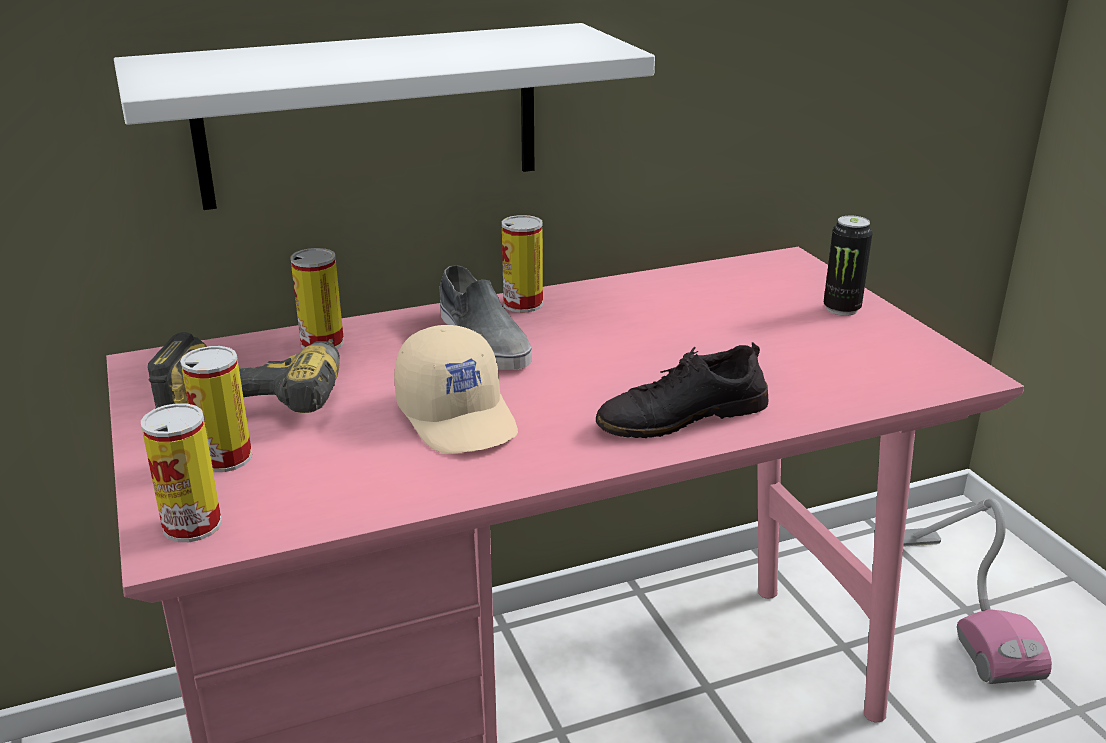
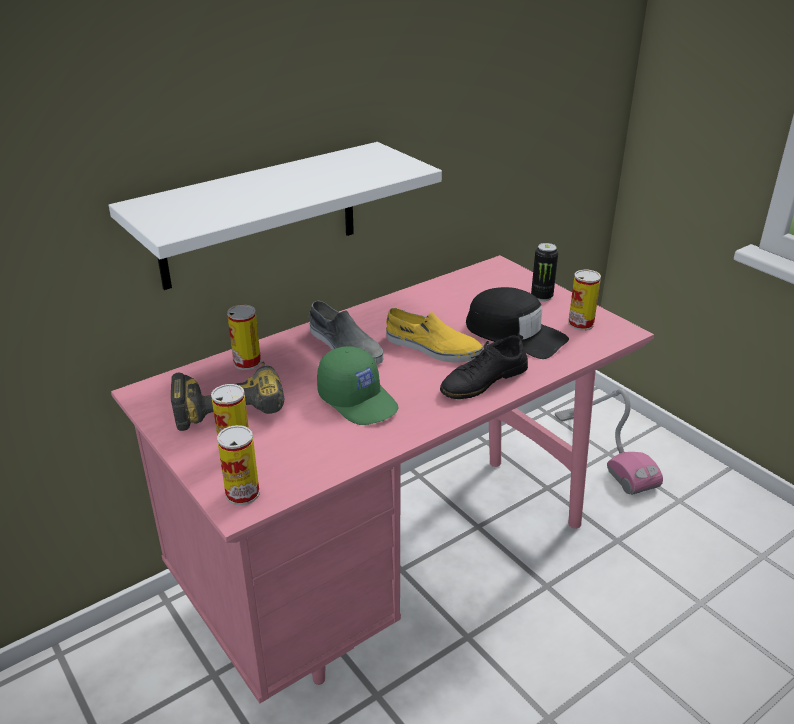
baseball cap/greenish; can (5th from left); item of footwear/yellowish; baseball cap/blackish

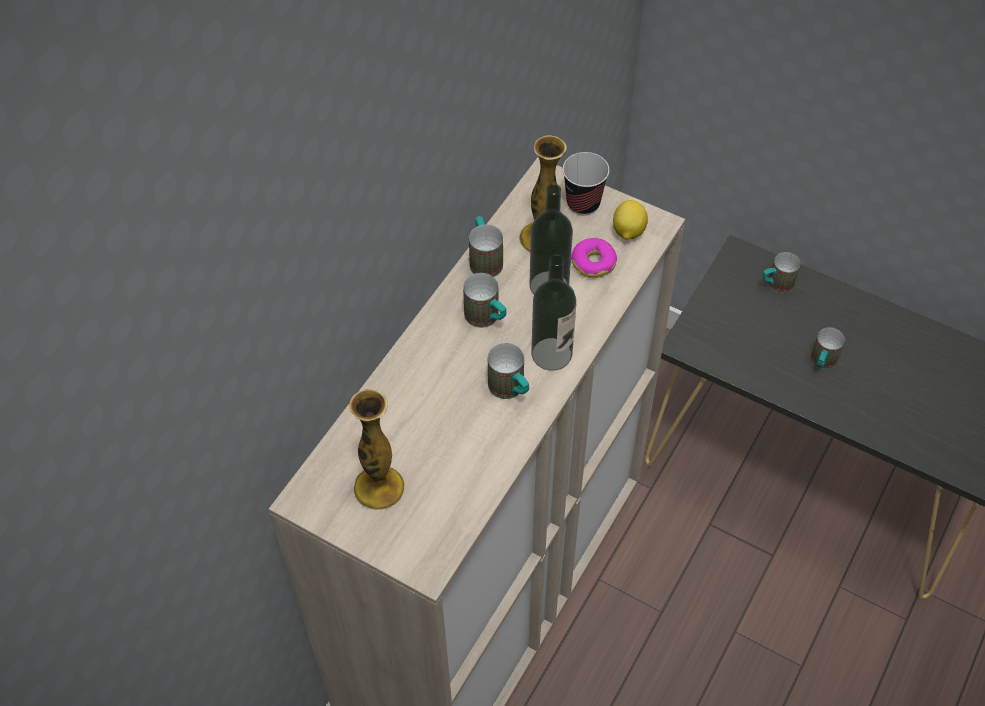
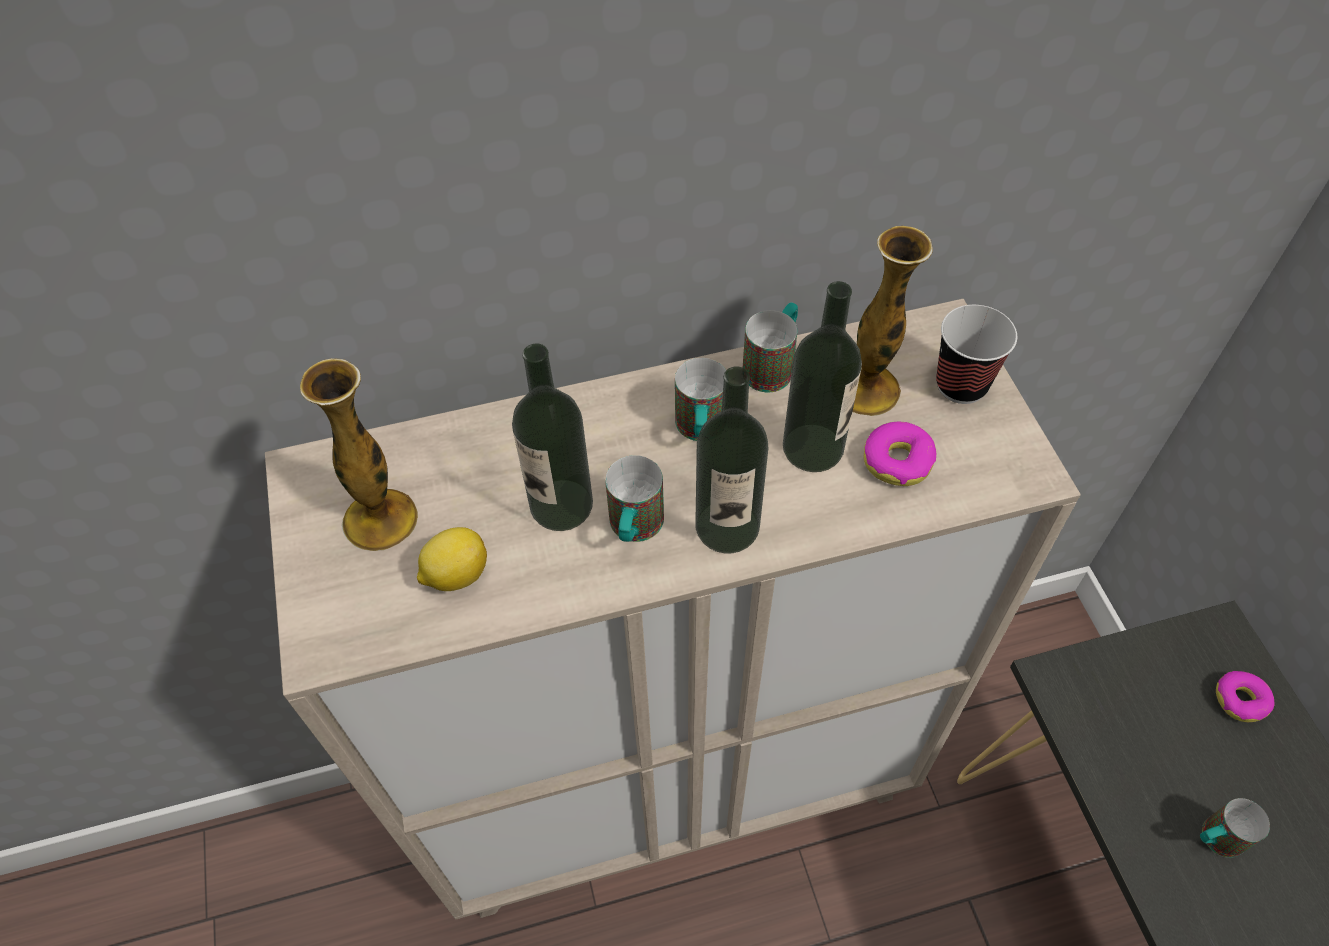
citrus fruit; doughnut (2nd from left); bottle (1st from left)

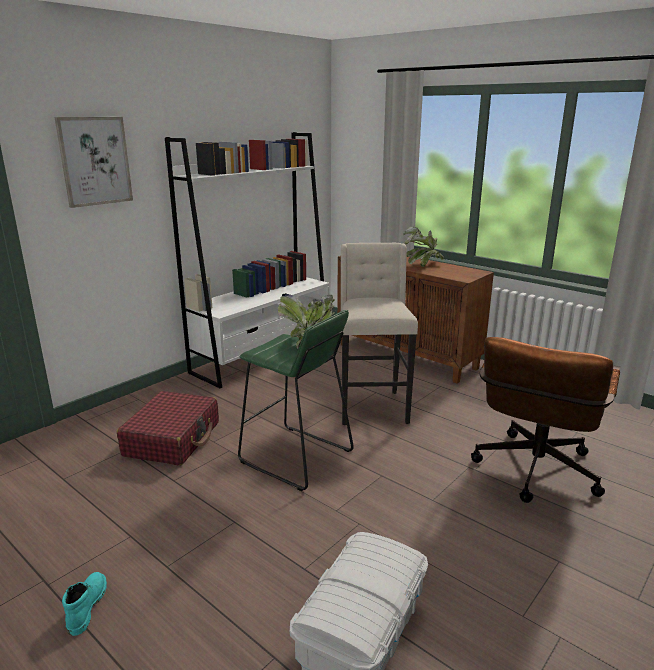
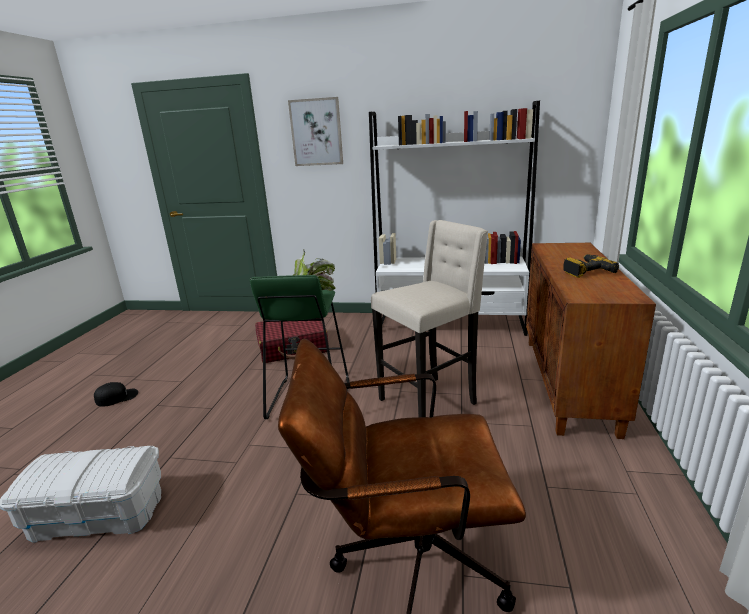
baseball cap/blackish; drill

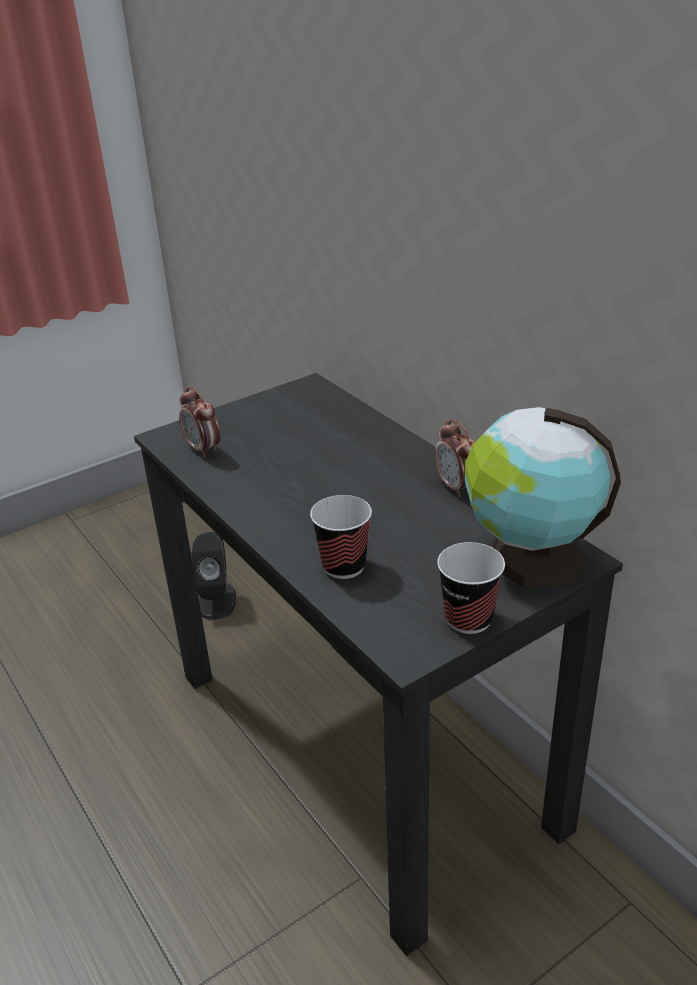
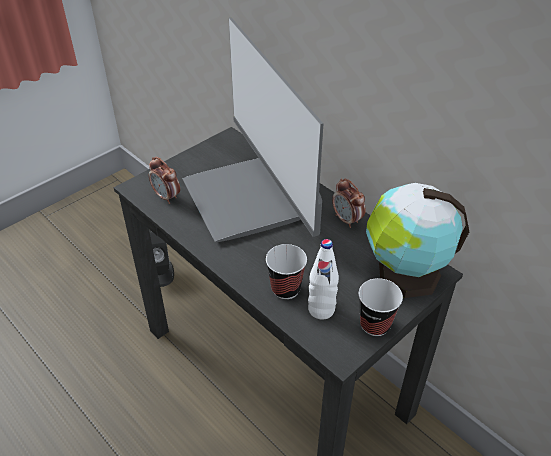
computer screen; bottle/whitish

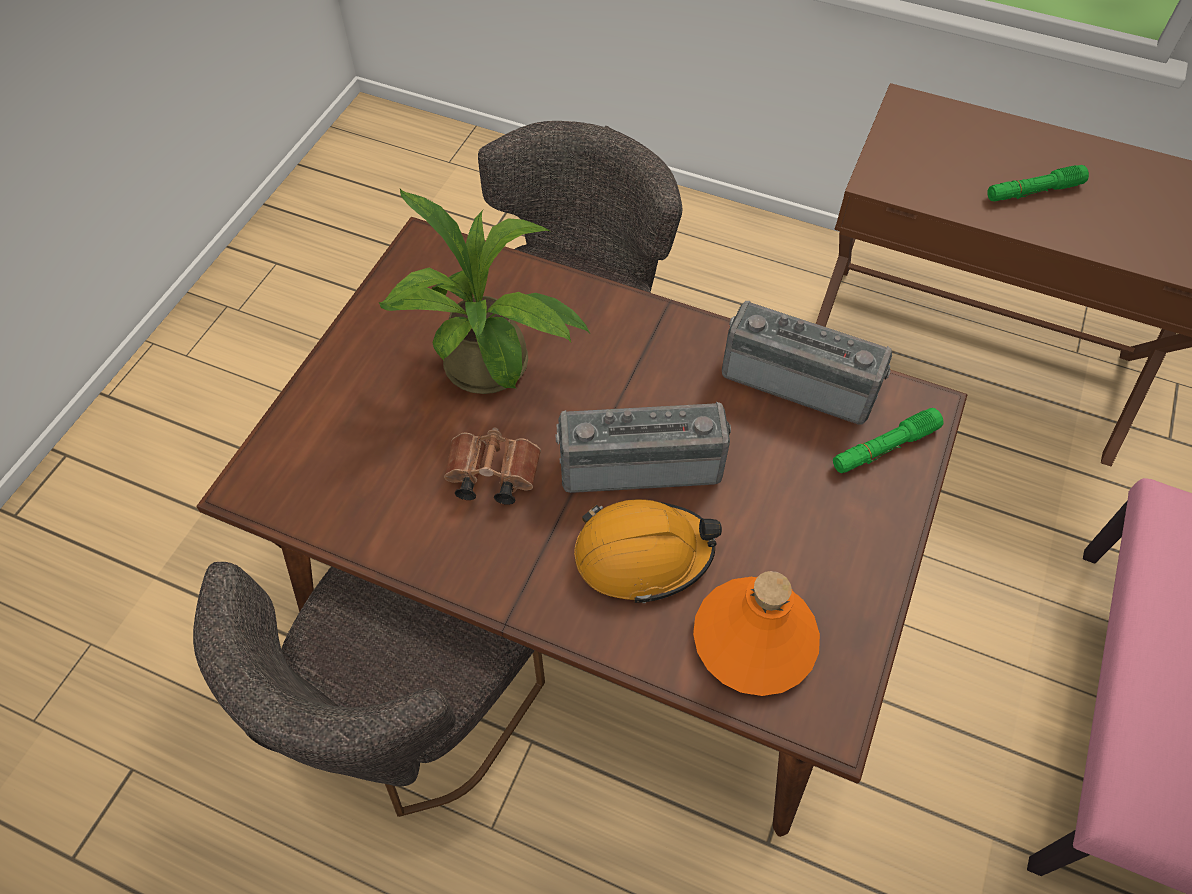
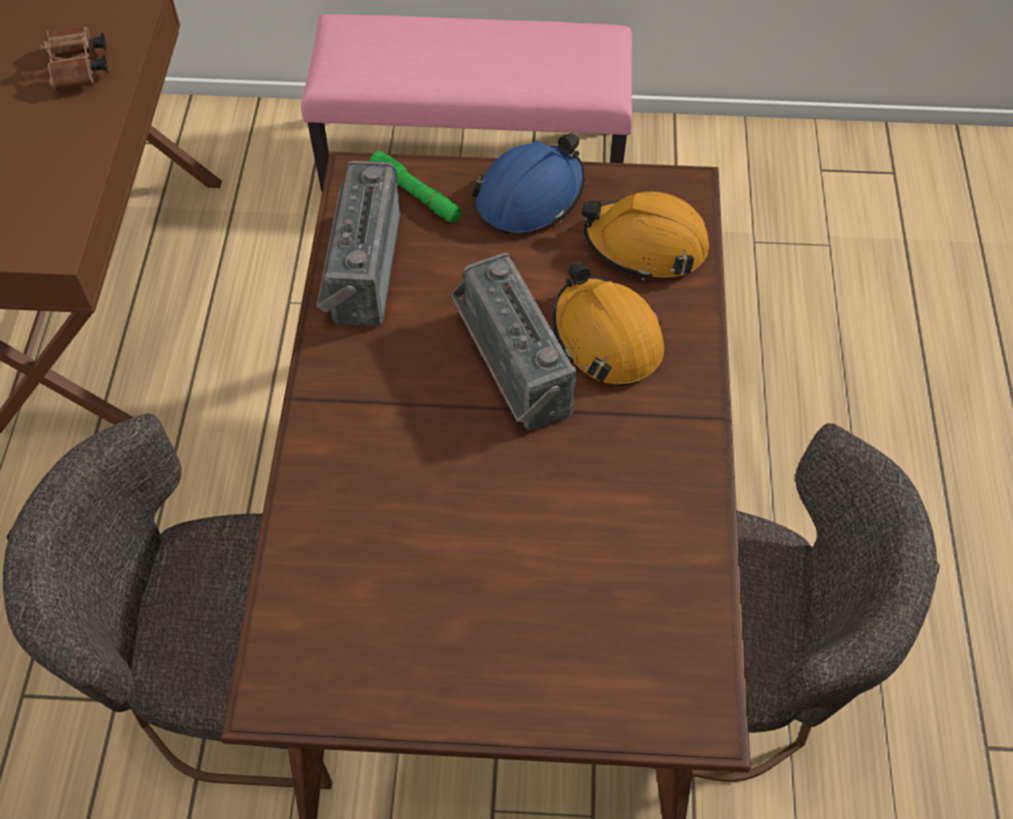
plant in a pot; pair of binoculars/brown; safety helmet/orange (2nd from left); torch/greenish (2nd from left in the first image); safety helmet/bluish

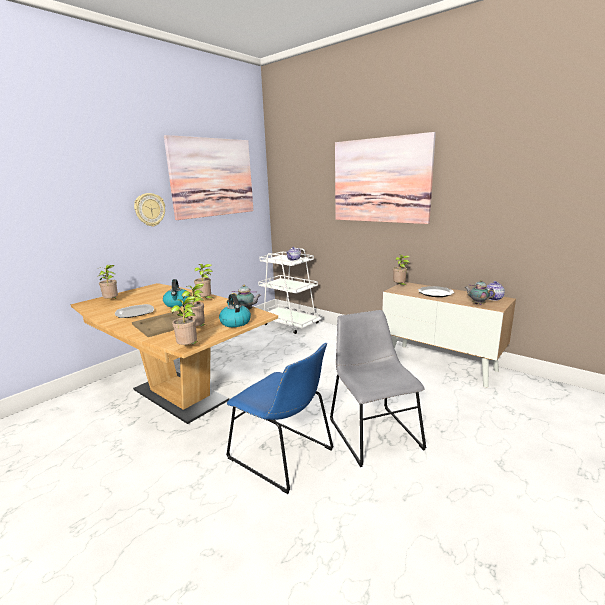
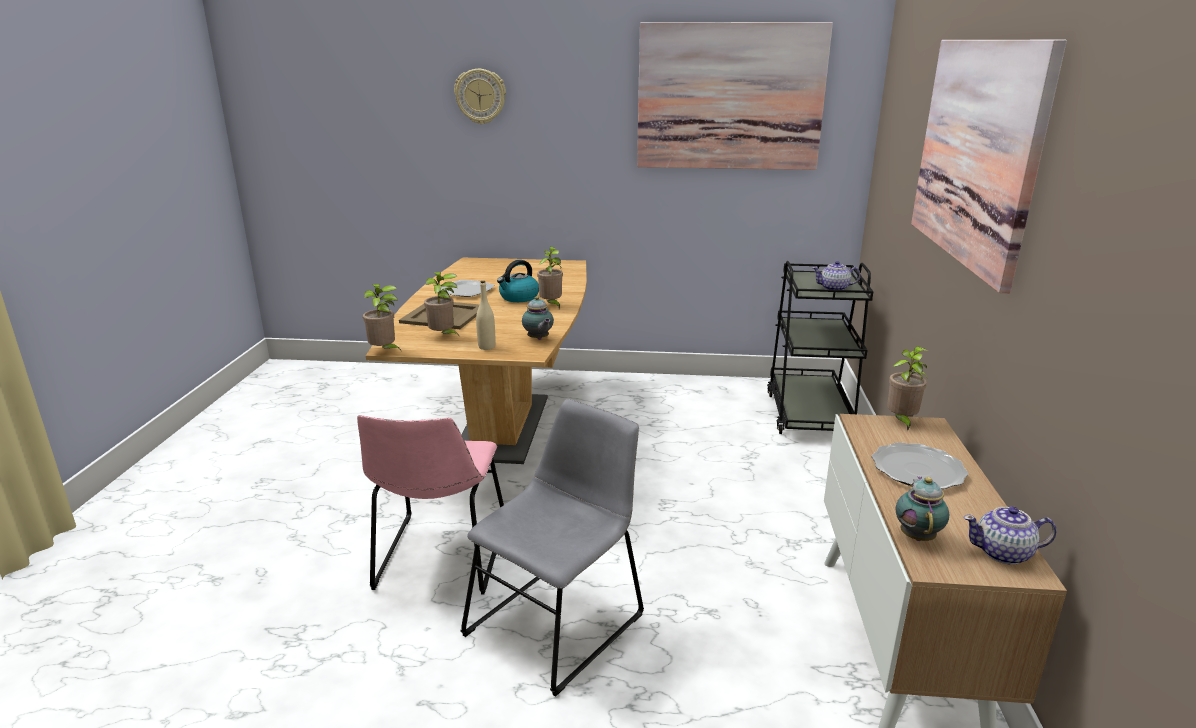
plant in a pot (1st from left in the first image); clock on the wall; bottle/beige-coloured; chair/pinkish; trolley/blackish

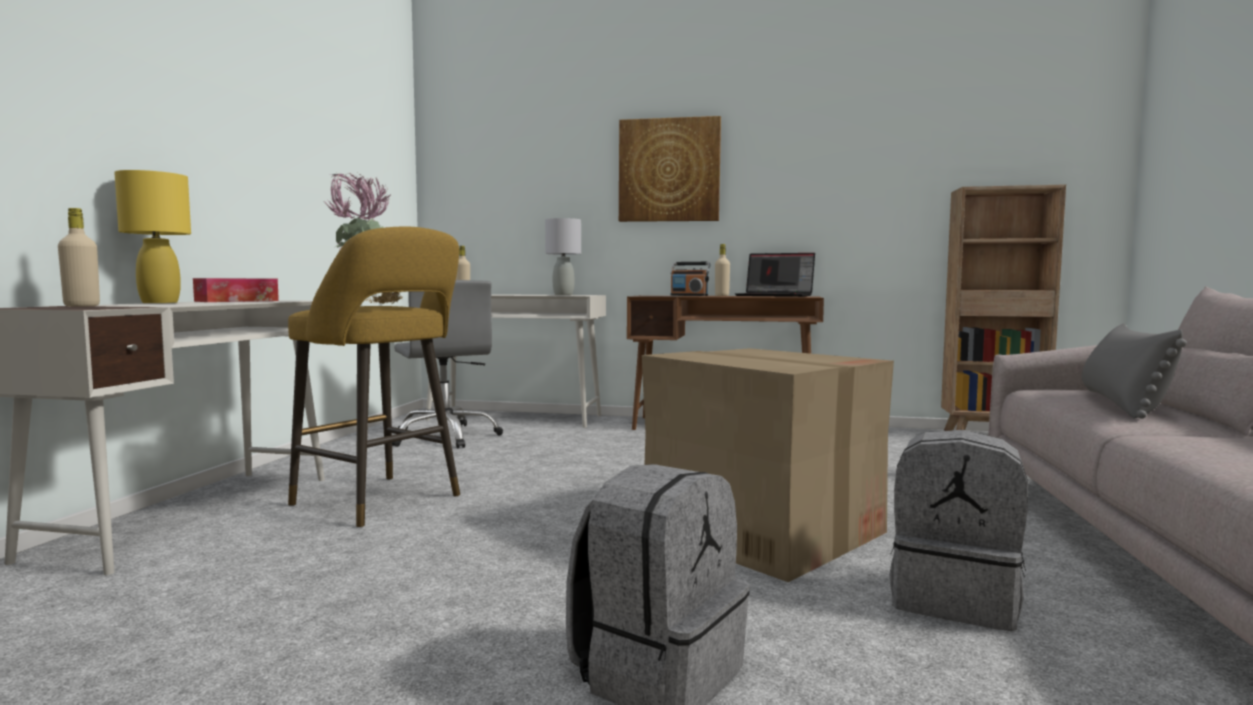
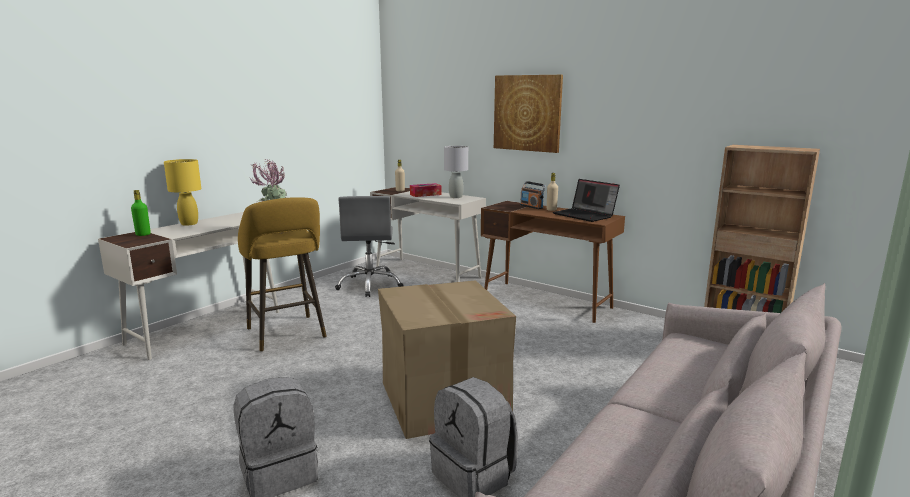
bottle/greenish; box of tissues; pillow/gray

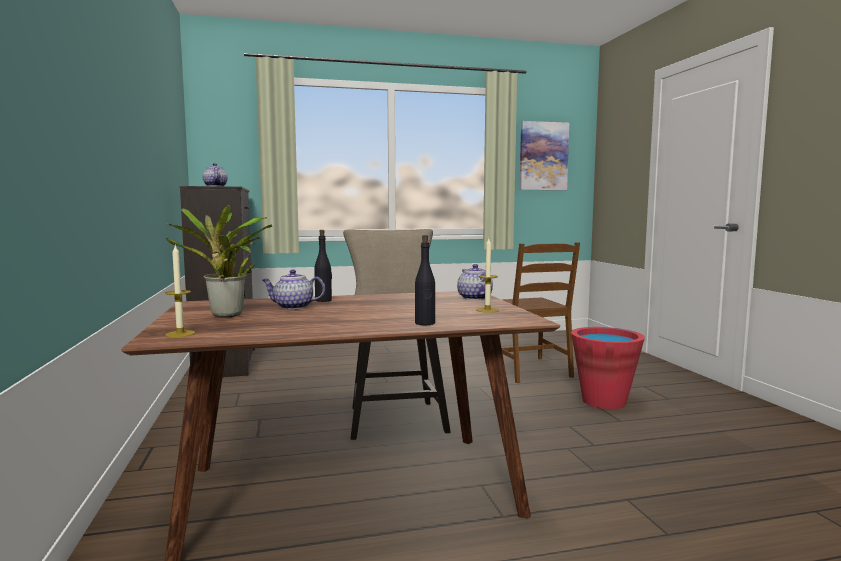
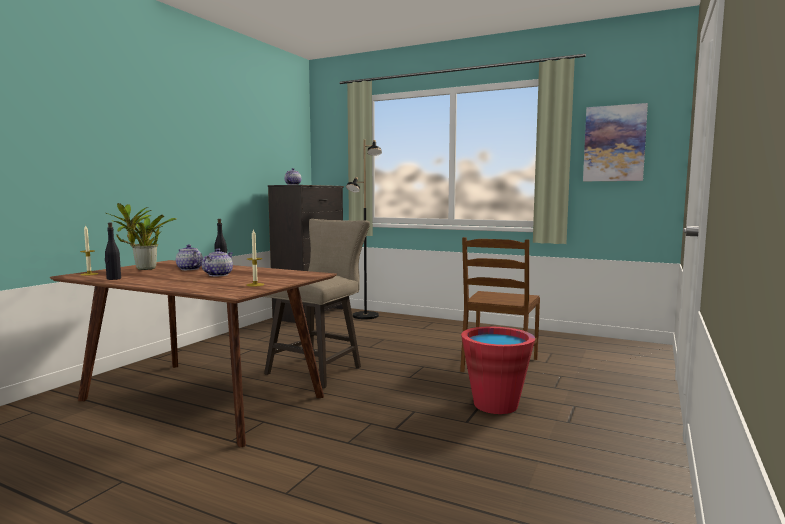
bottle/blackish (1st from left); teapot (2nd from left); floor lamp/blackish

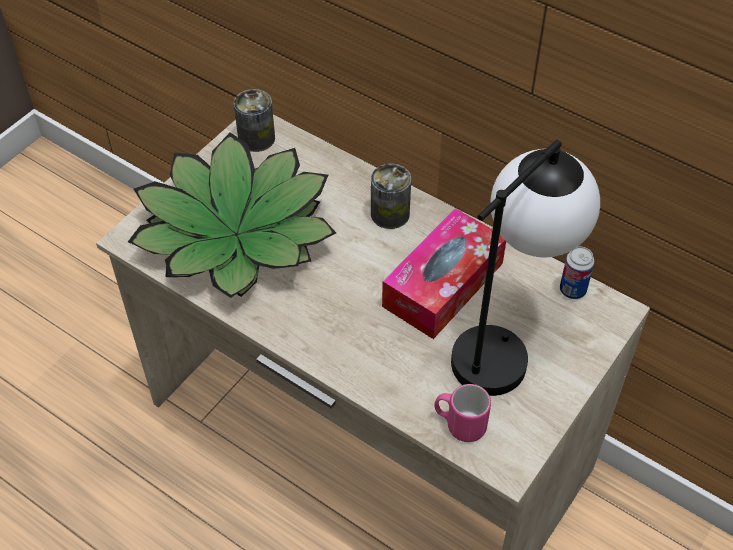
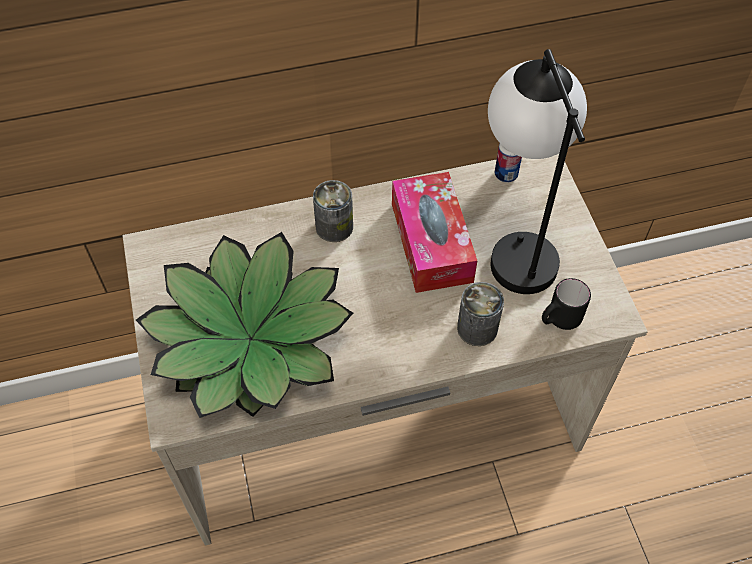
can (2nd from left); mug/blackish

